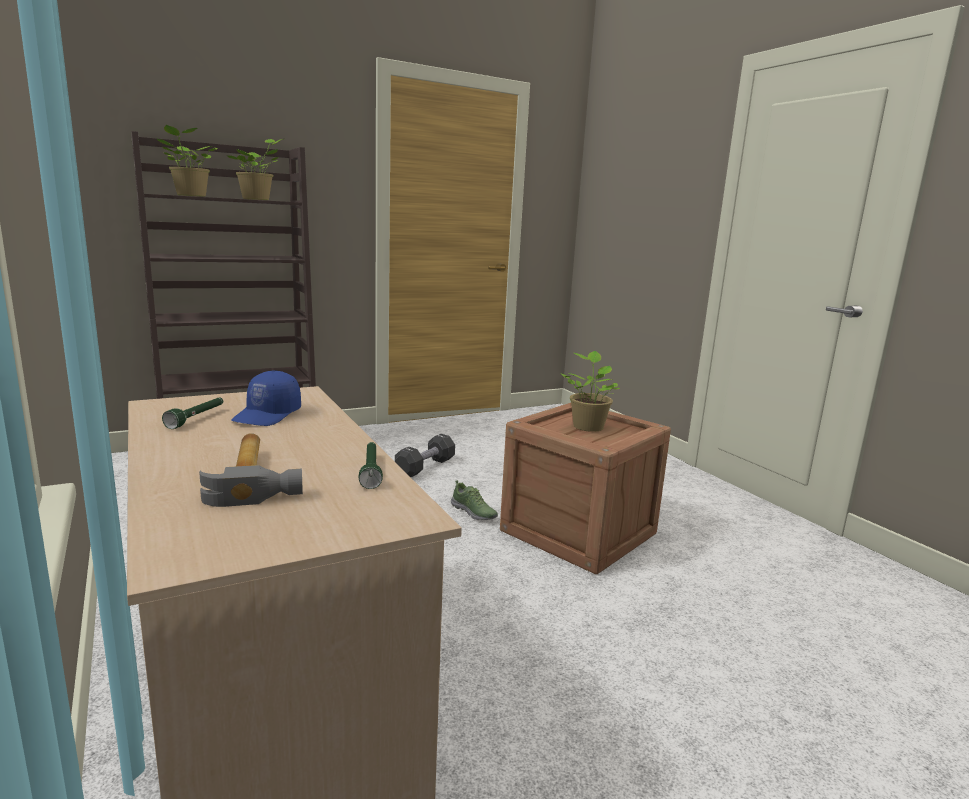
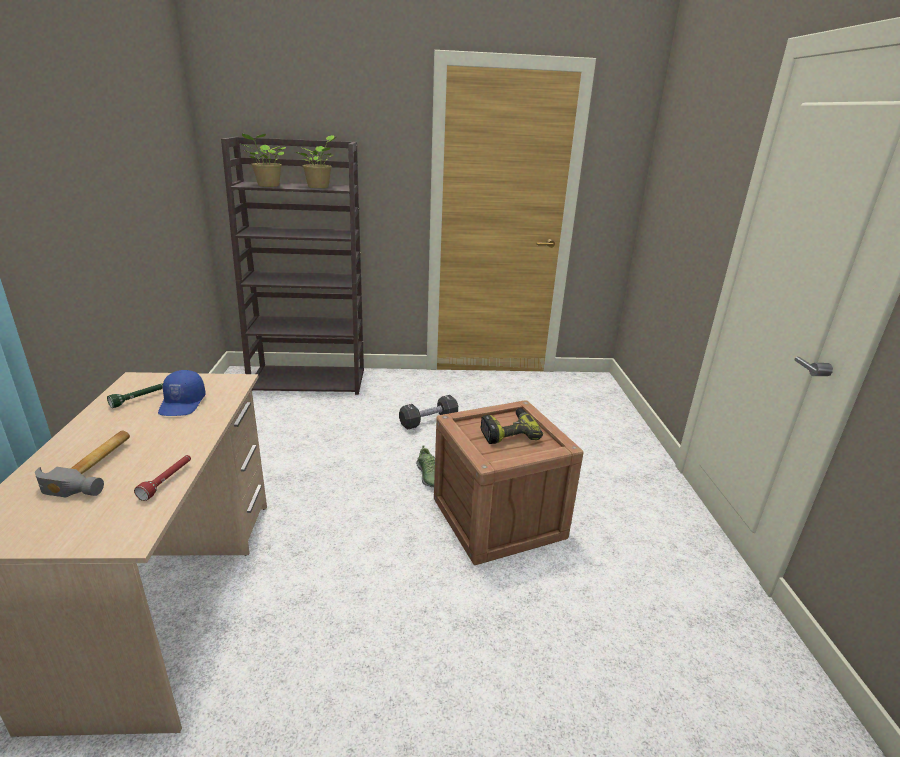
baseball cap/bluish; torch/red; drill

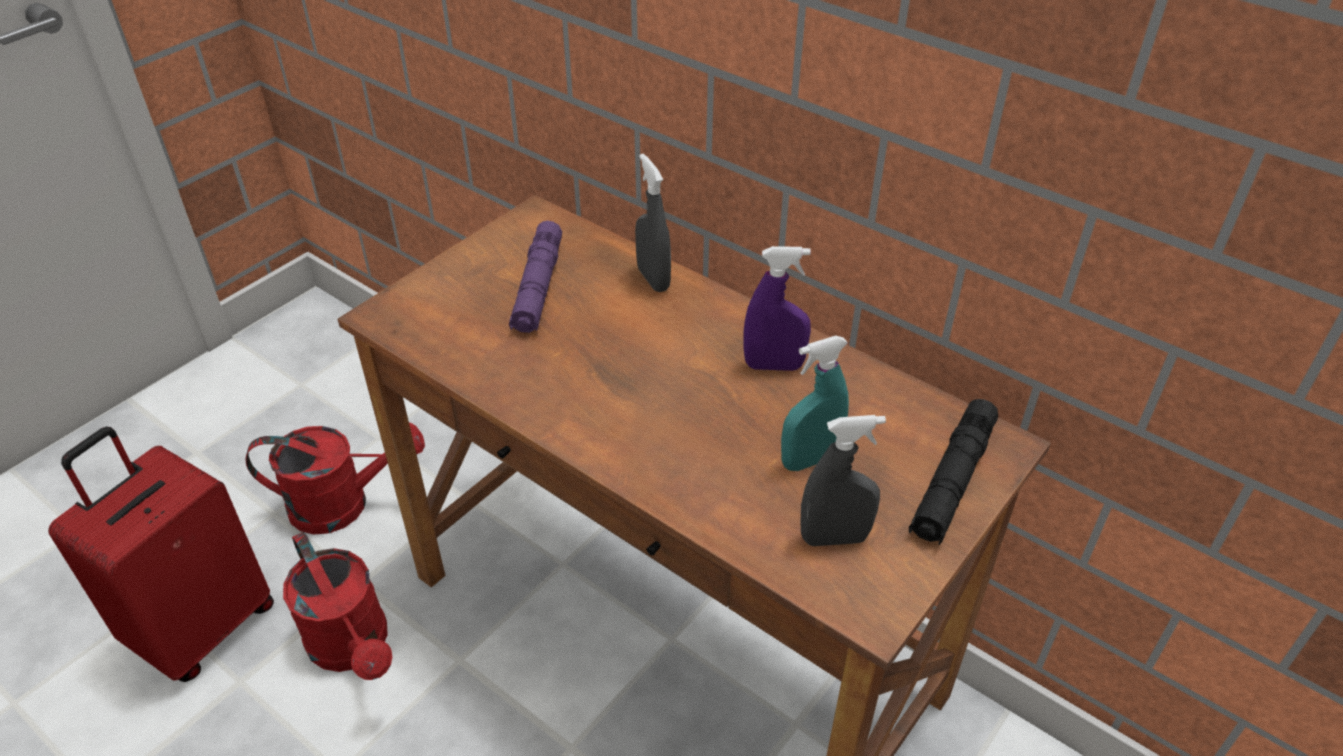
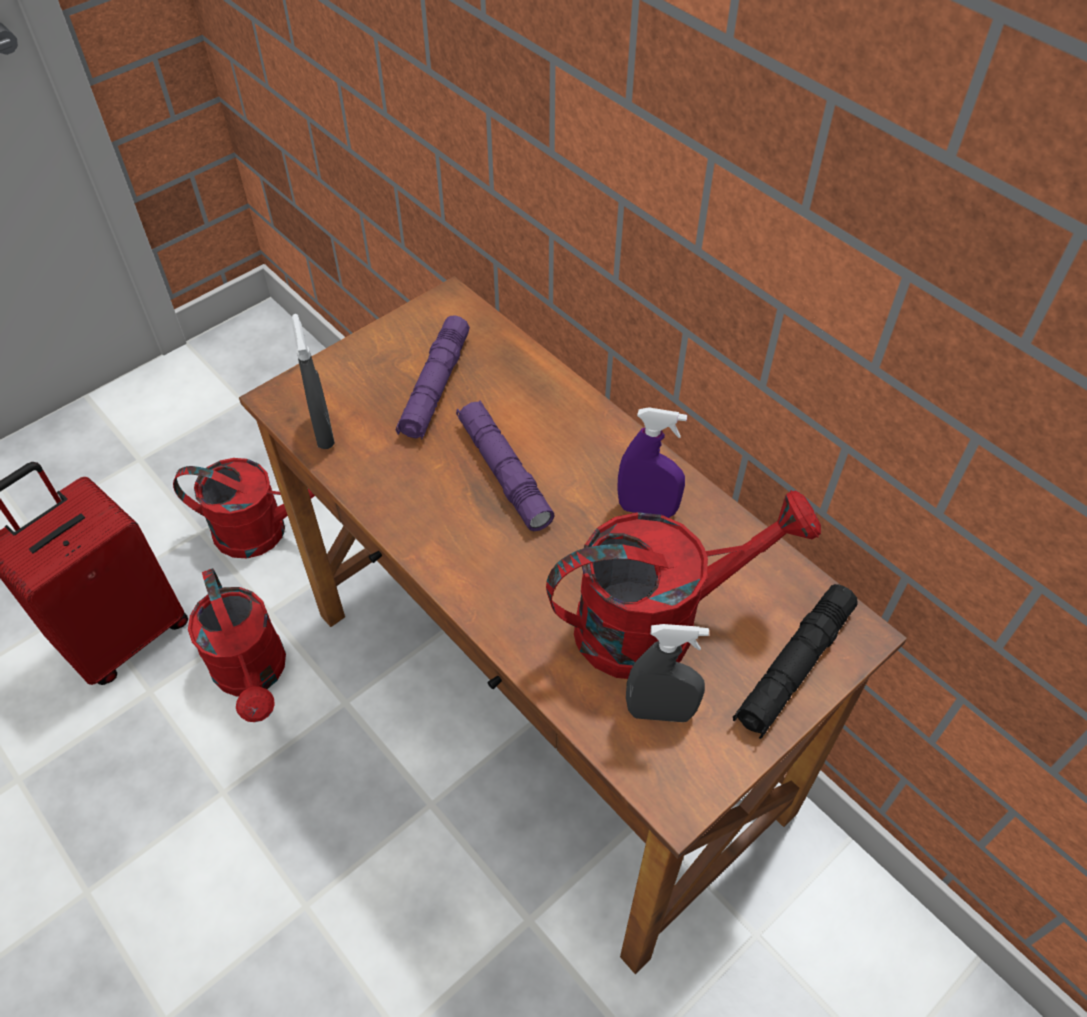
hand sprayer/gray (1st from left); watering can/red (3rd from left); torch/purple (2nd from left)

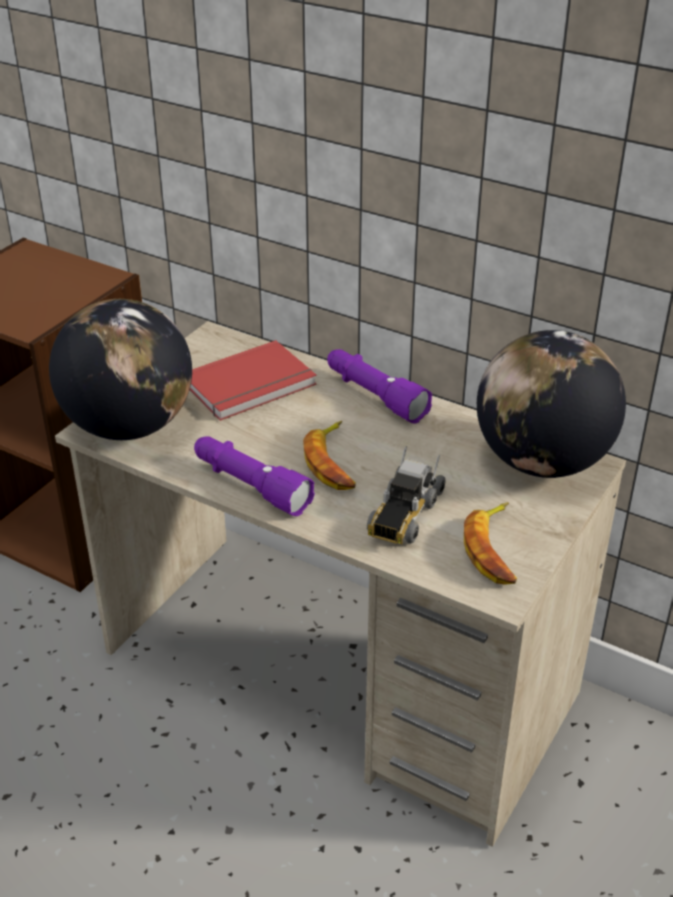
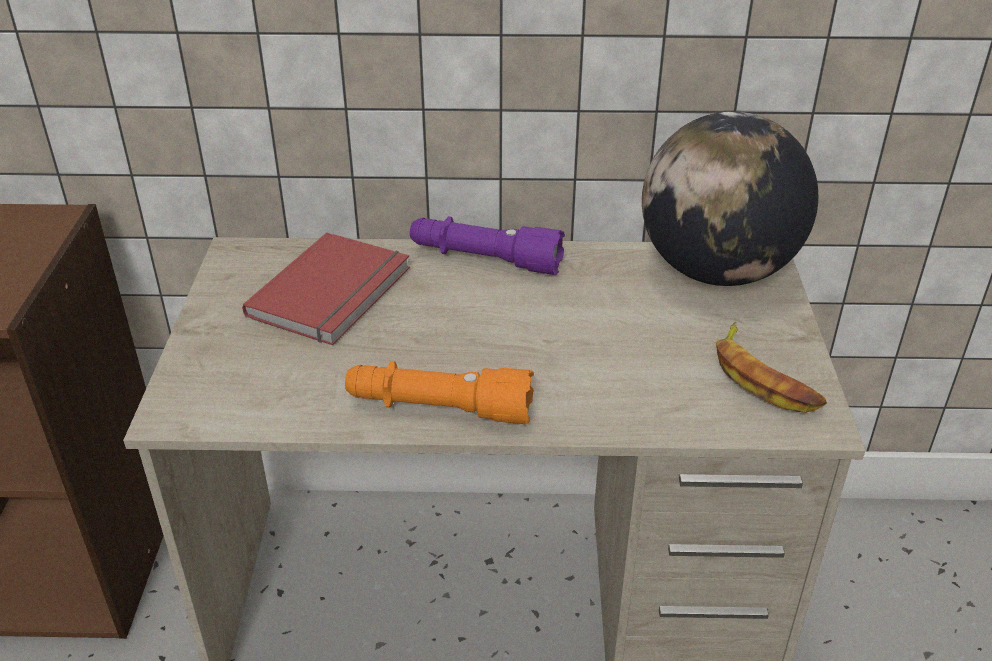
desk globe (1st from left in the first image); torch/orange; whole banana (1st from left in the first image); toy truck

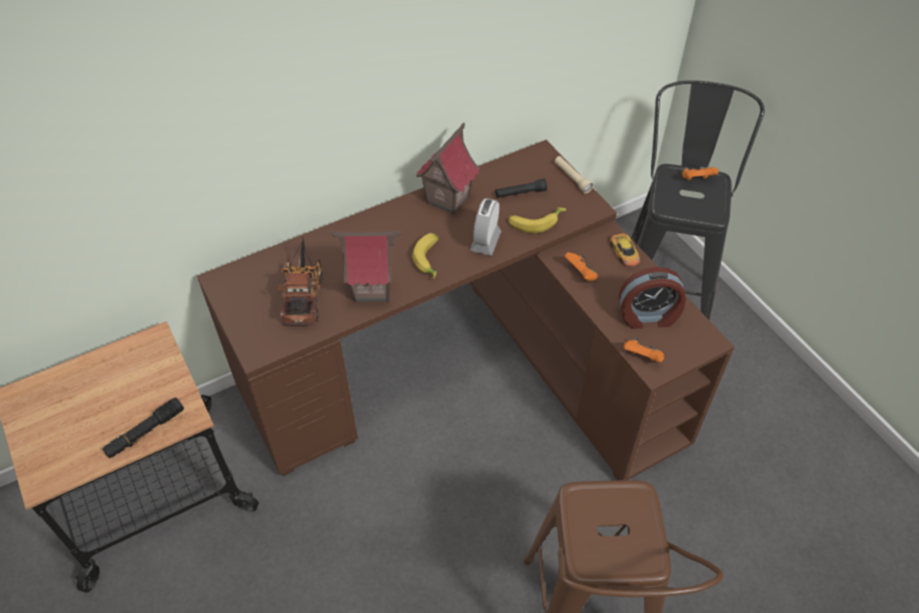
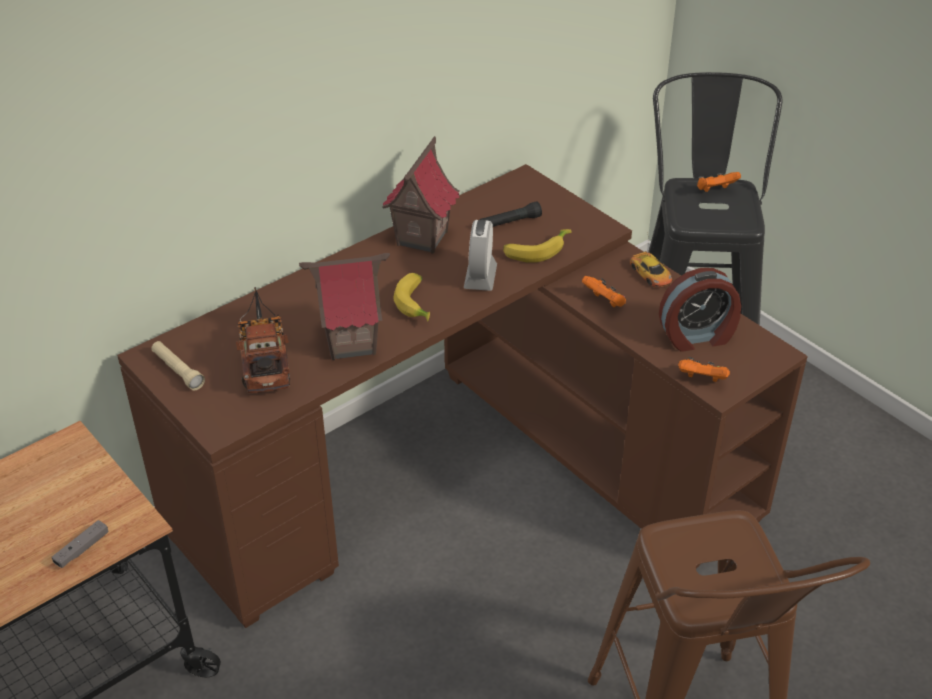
joypad/gray; torch/beige-coloured

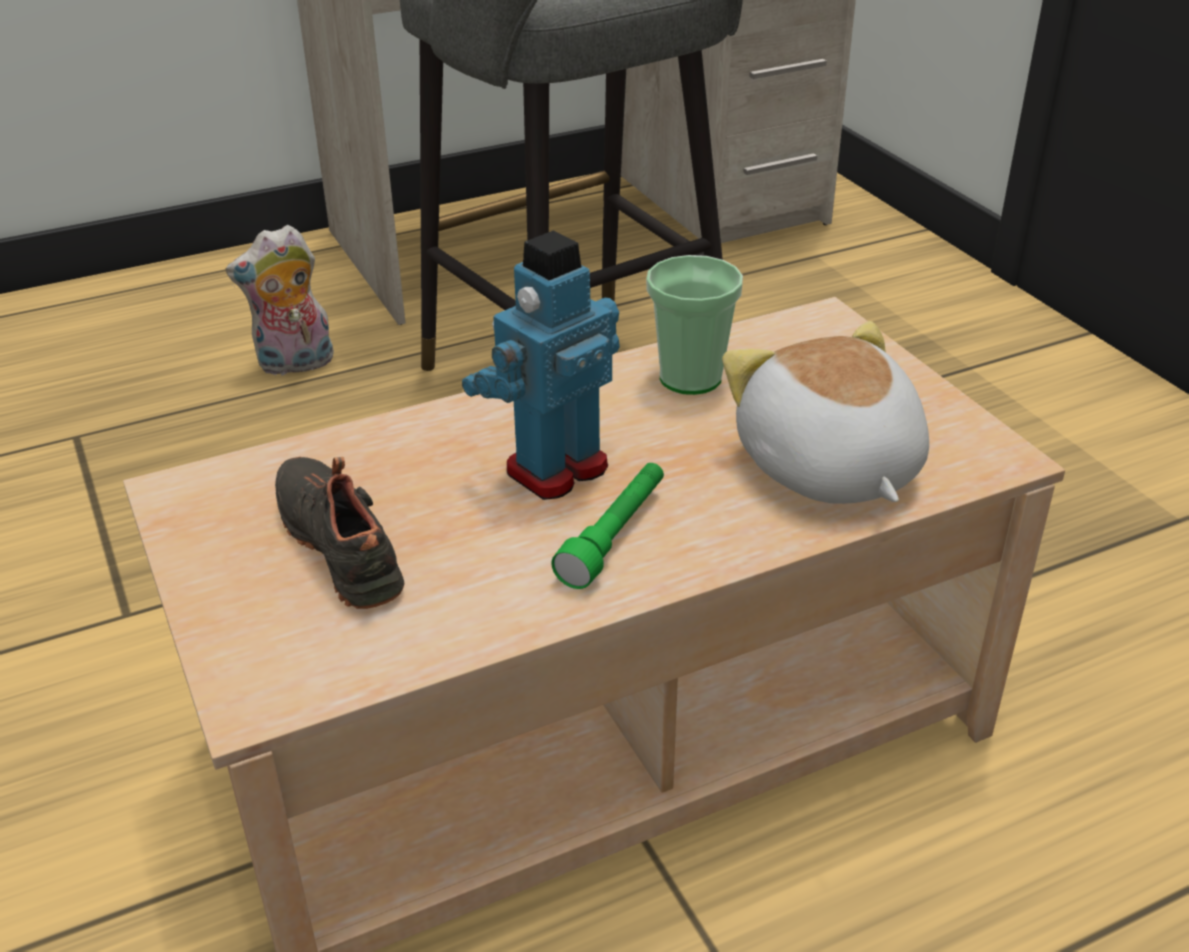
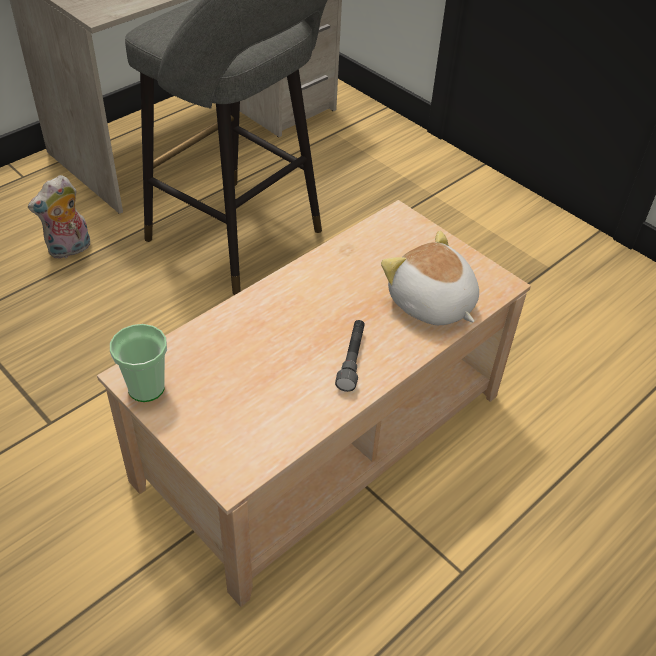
item of footwear/blackish; robot figure; torch/gray; cup

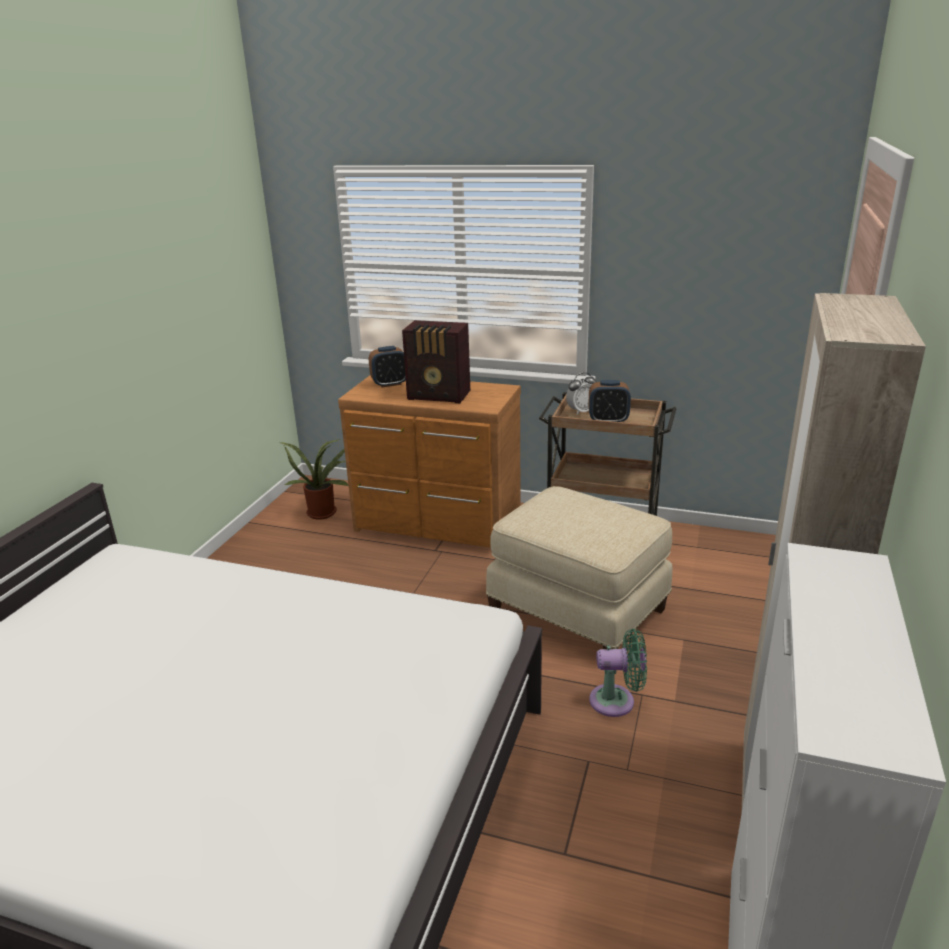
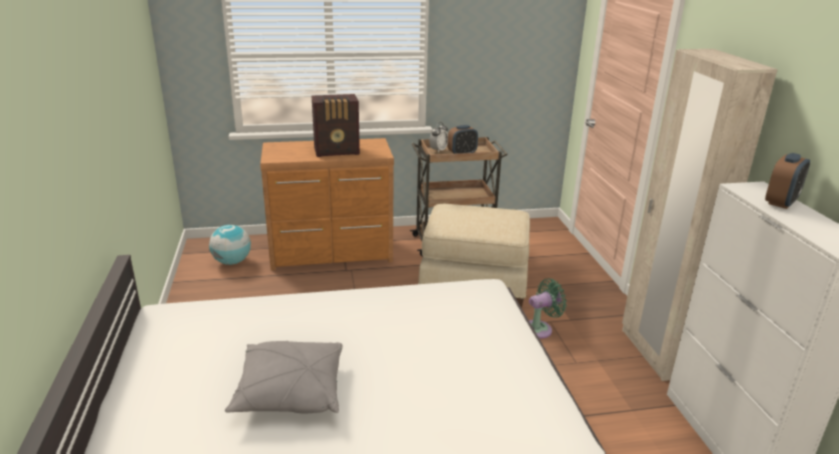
desk globe; alarm clock (3rd from left); pillow/gray

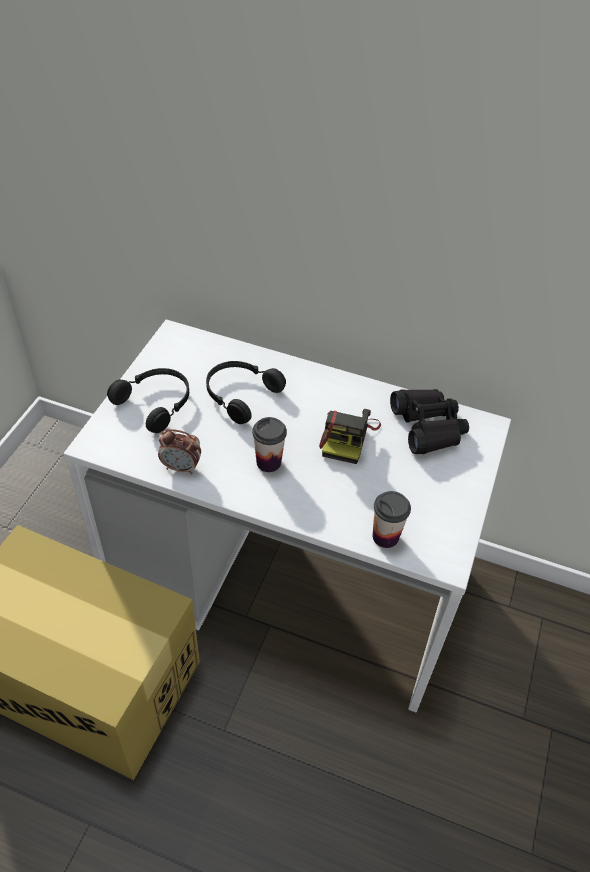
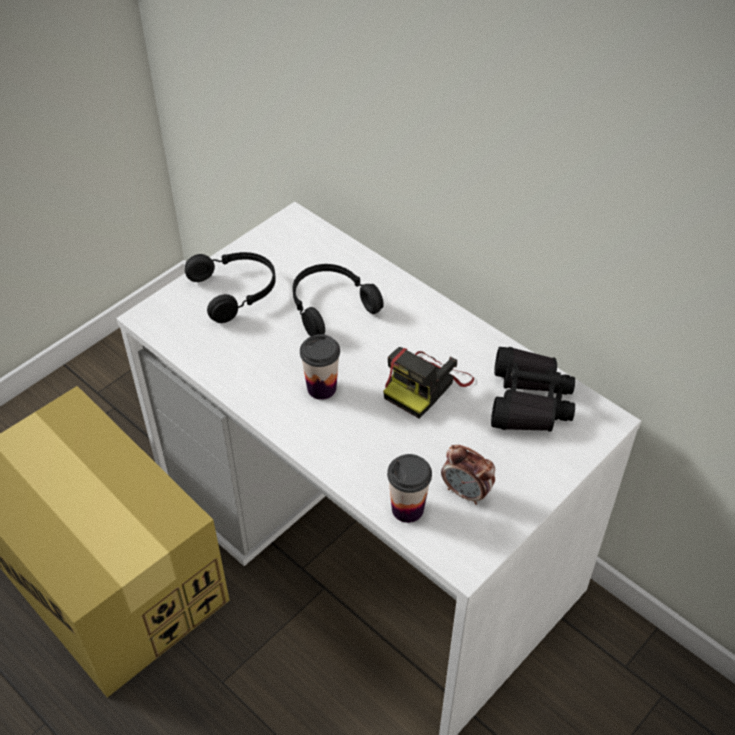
alarm clock

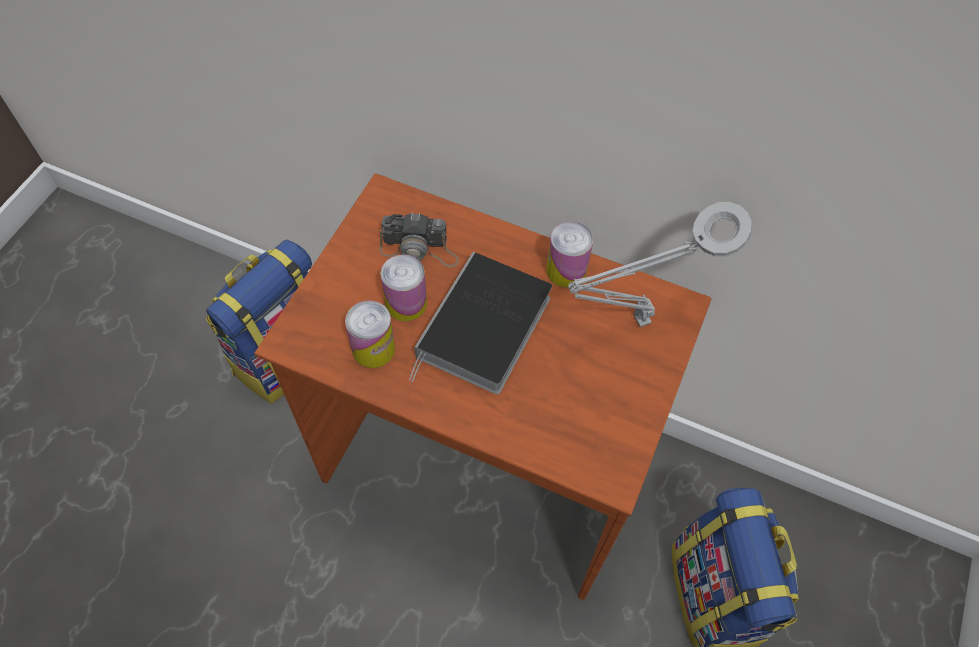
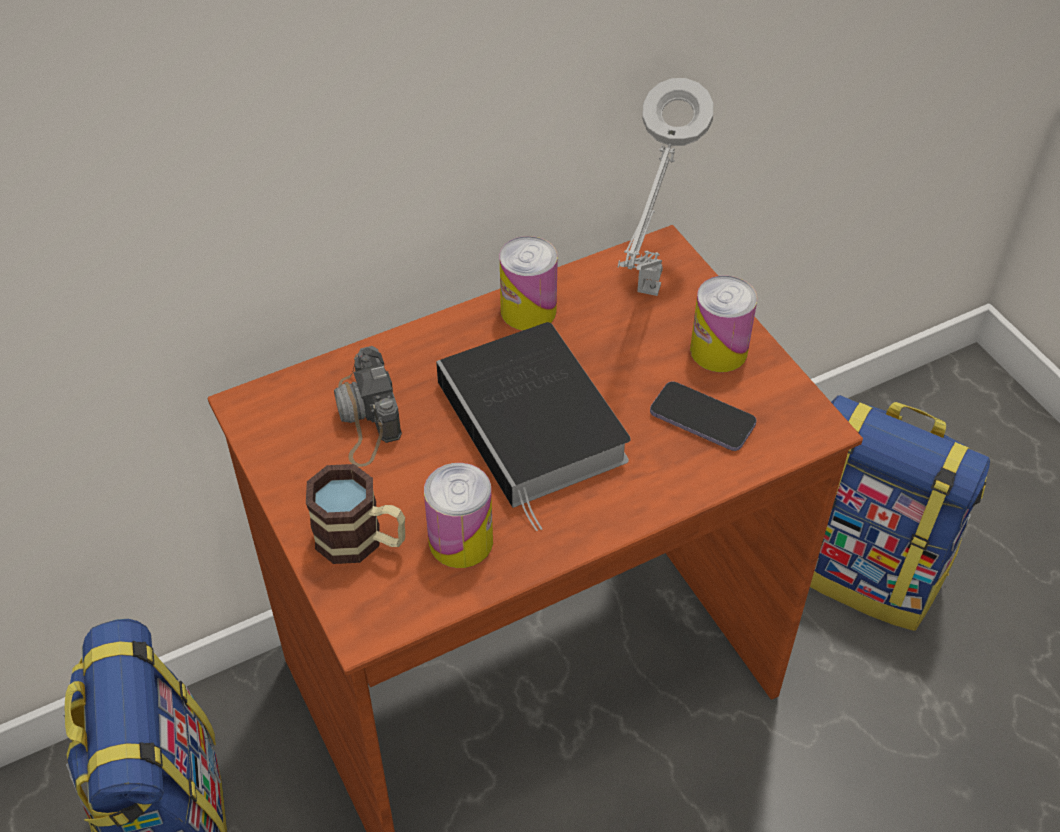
photo camera; can (3rd from left); mug; handset

